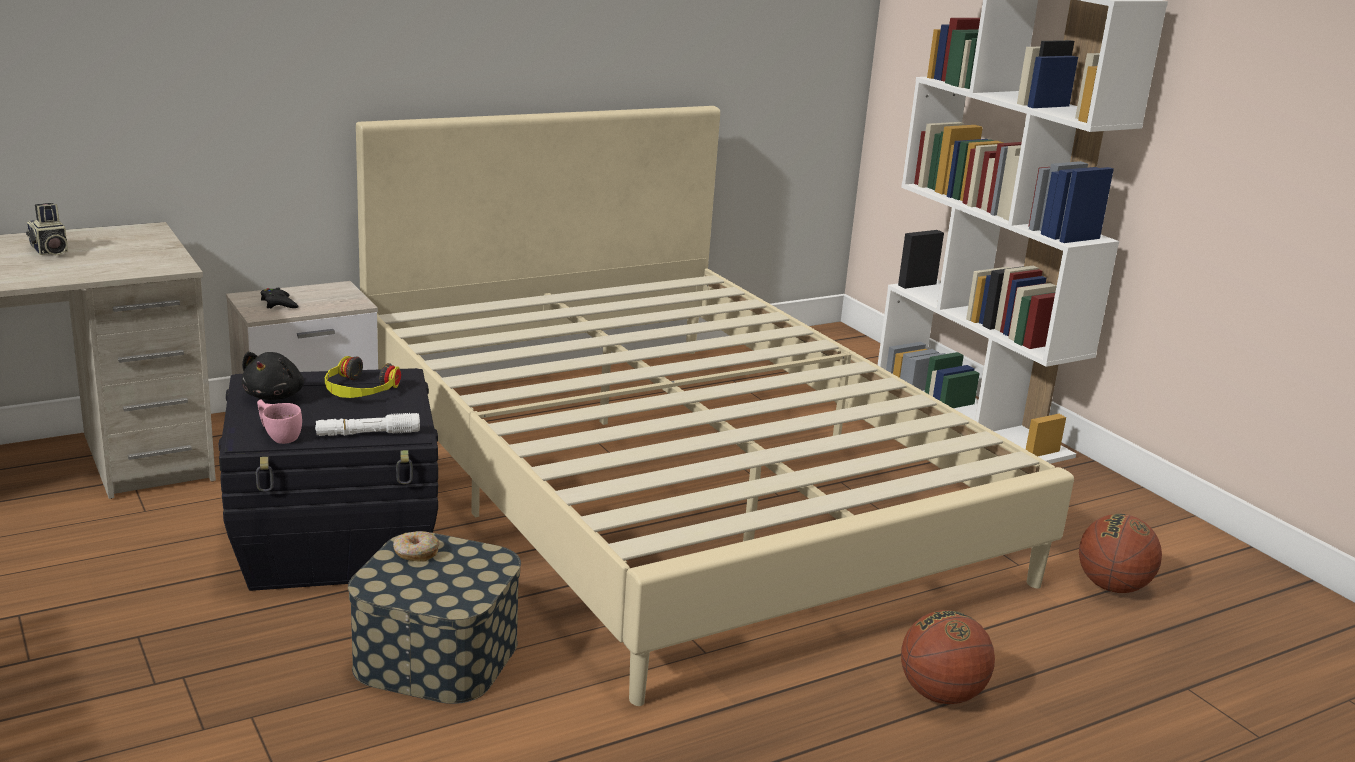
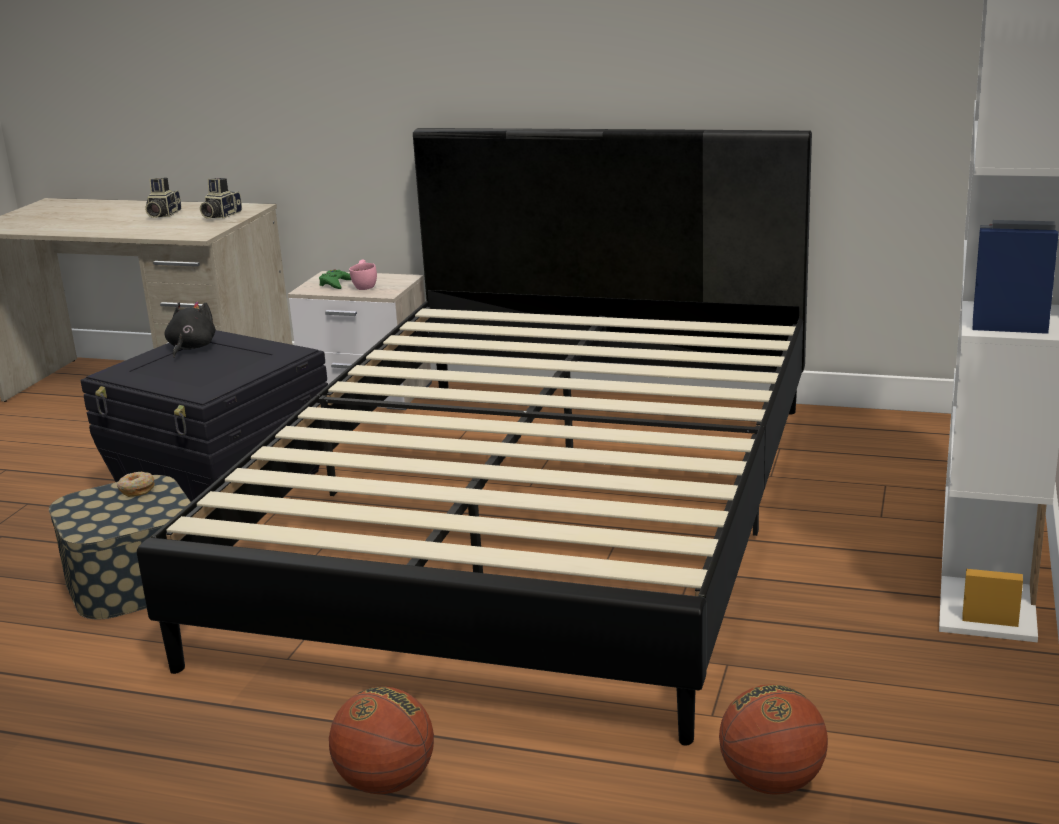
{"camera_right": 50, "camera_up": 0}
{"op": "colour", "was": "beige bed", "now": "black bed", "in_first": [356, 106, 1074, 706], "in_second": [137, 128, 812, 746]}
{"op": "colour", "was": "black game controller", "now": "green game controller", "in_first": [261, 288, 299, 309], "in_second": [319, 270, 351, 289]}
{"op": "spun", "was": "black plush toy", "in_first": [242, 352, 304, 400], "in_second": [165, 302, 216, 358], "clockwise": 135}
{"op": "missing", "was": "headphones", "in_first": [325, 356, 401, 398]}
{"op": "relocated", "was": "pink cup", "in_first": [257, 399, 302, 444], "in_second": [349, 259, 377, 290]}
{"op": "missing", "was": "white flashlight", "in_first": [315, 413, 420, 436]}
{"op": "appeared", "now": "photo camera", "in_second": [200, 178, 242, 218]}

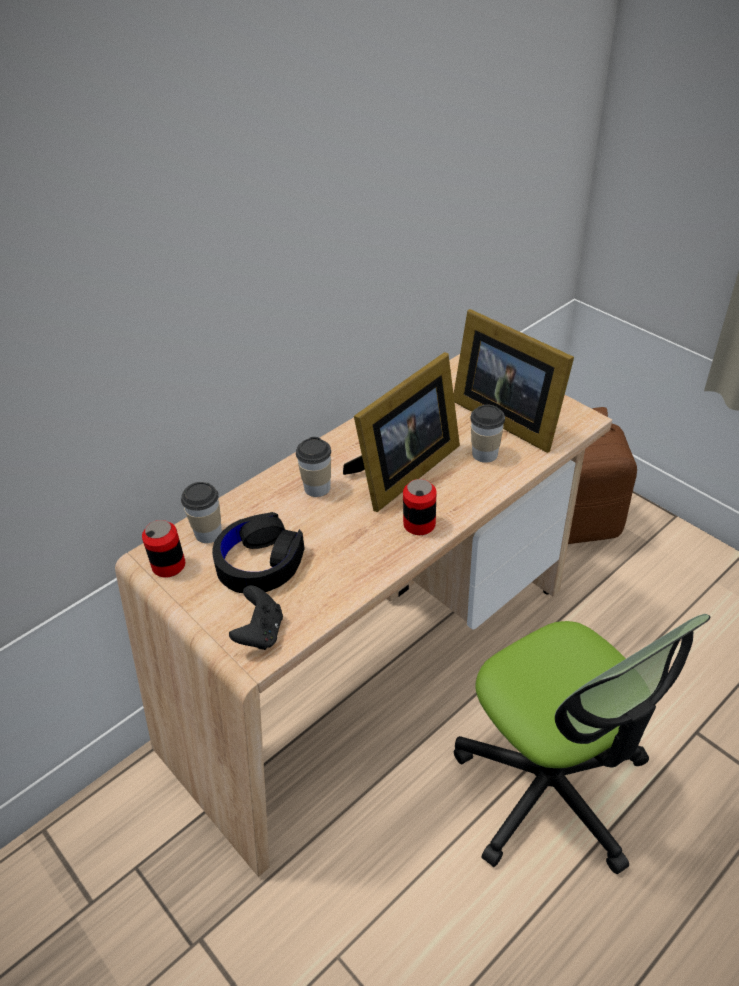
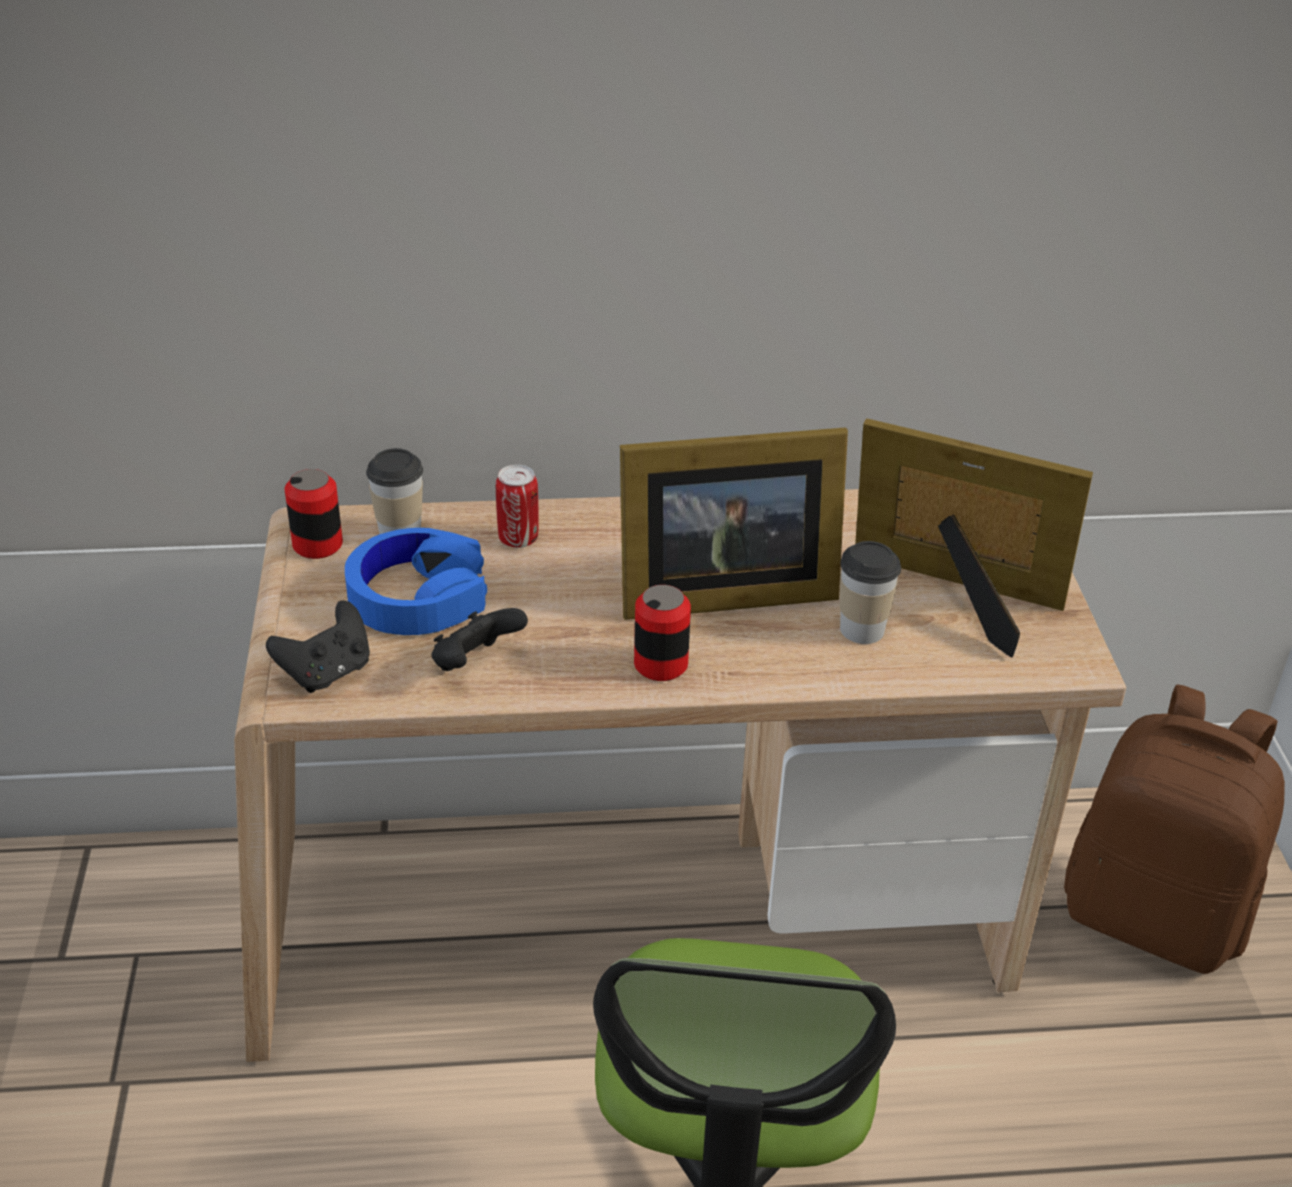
{"camera_right": 35, "camera_up": -5}
{"op": "spun", "was": "picture frame", "in_first": [454, 309, 574, 453], "in_second": [855, 419, 1093, 657], "clockwise": 120}
{"op": "missing", "was": "cup", "in_first": [296, 437, 331, 497]}
{"op": "colour", "was": "black headphones", "now": "blue headphones", "in_first": [212, 512, 305, 593], "in_second": [345, 528, 487, 635]}
{"op": "appeared", "now": "can", "in_second": [496, 465, 539, 548]}
{"op": "appeared", "now": "black game controller", "in_second": [432, 608, 528, 671]}

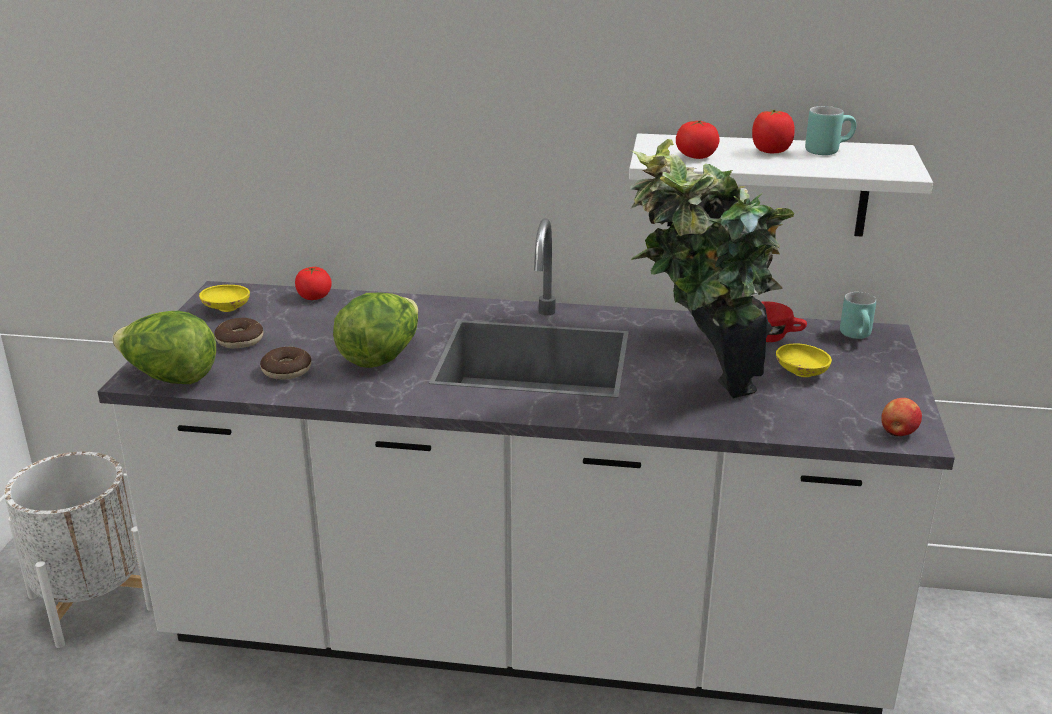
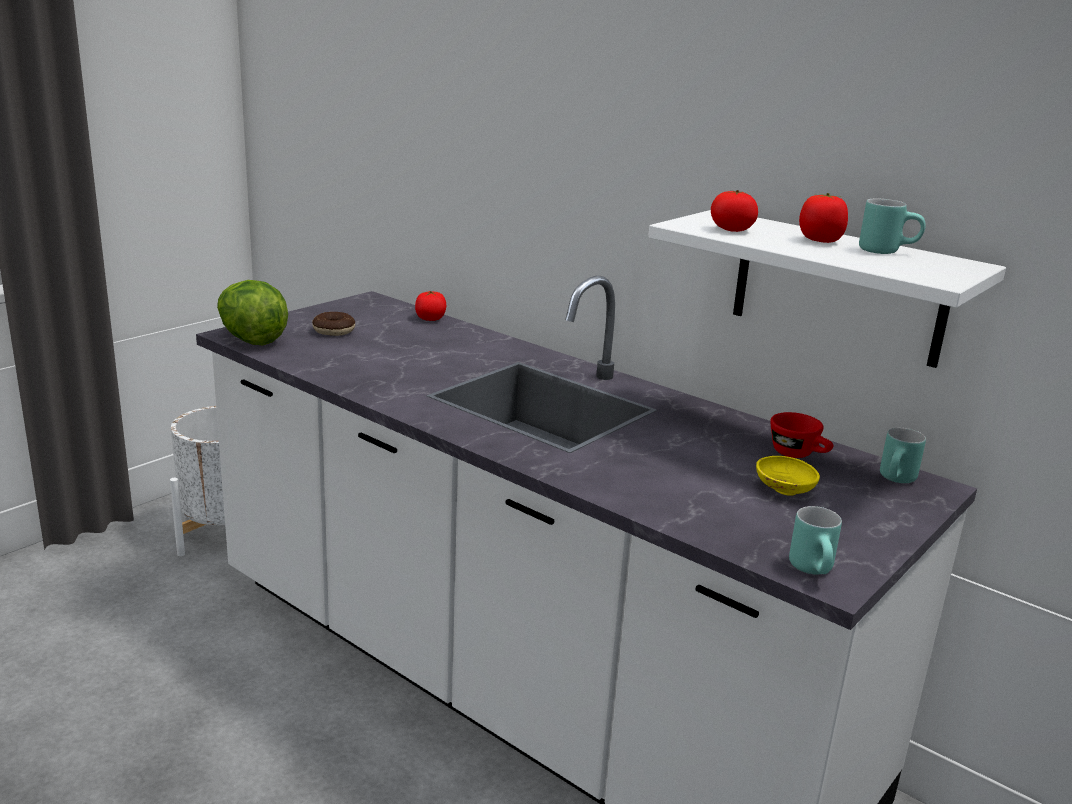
{"camera_right": 30, "camera_up": -5}
{"op": "missing", "was": "potted plant", "in_first": [629, 139, 794, 398]}
{"op": "missing", "was": "yellow bowl", "in_first": [199, 285, 250, 312]}
{"op": "missing", "was": "lettuce", "in_first": [333, 293, 418, 368]}
{"op": "missing", "was": "donut", "in_first": [260, 347, 311, 380]}
{"op": "exchanged", "was": "apple", "now": "turquoise mug", "in_first": [881, 398, 922, 436], "in_second": [789, 506, 842, 575]}

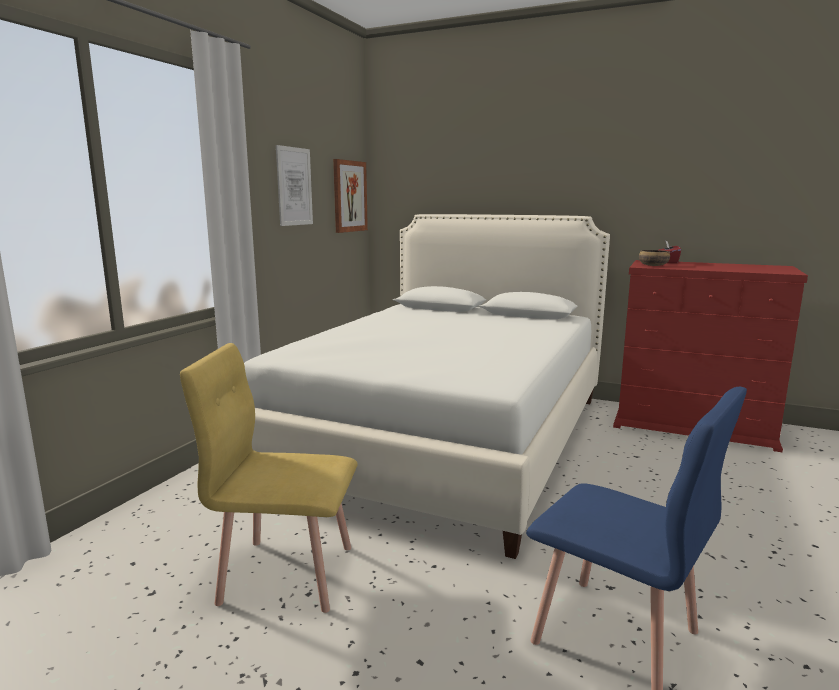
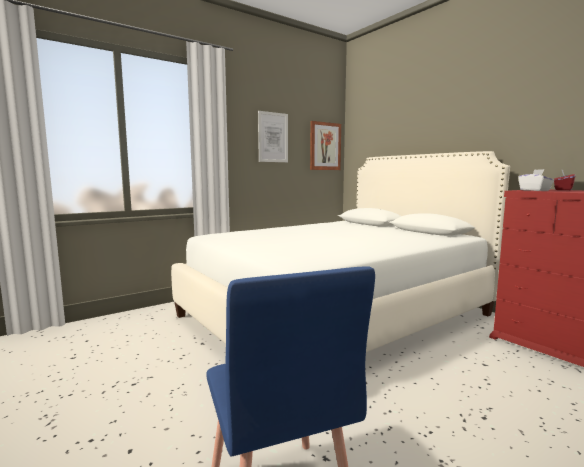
{"camera_right": 30, "camera_up": -5}
{"op": "exchanged", "was": "bowl", "now": "white tissue box", "in_first": [639, 250, 670, 266], "in_second": [518, 169, 554, 191]}
{"op": "missing", "was": "yellow chair", "in_first": [180, 343, 357, 613]}

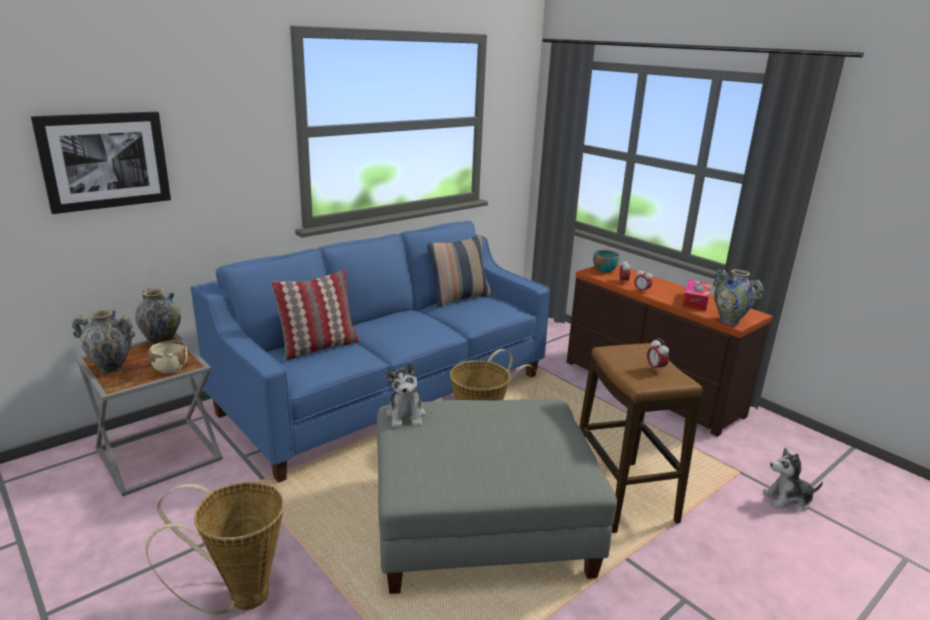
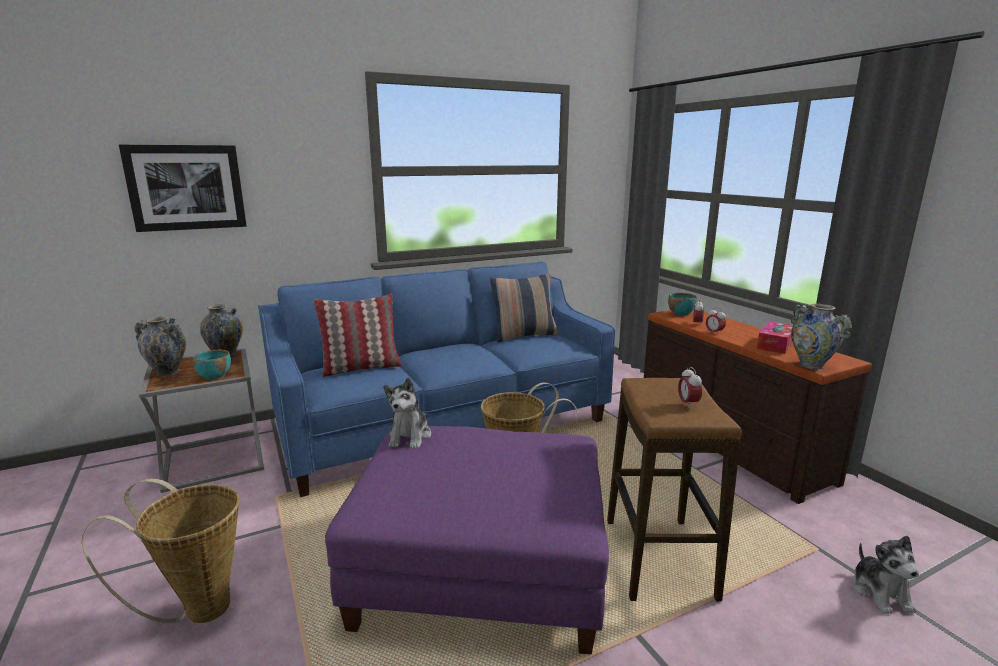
{"camera_right": 15, "camera_up": -5}
{"op": "colour", "was": "beige bowl", "now": "turquoise bowl", "in_first": [148, 340, 187, 373], "in_second": [193, 350, 231, 379]}
{"op": "colour", "was": "grey ottoman", "now": "purple ottoman", "in_first": [377, 398, 617, 594], "in_second": [325, 426, 609, 654]}
{"op": "spun", "was": "plush toy", "in_first": [763, 448, 823, 512], "in_second": [853, 536, 919, 614], "clockwise": -105}

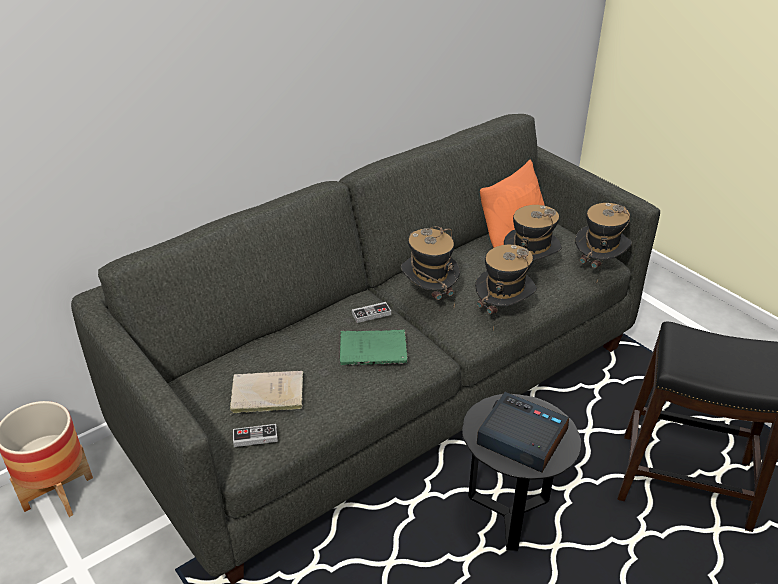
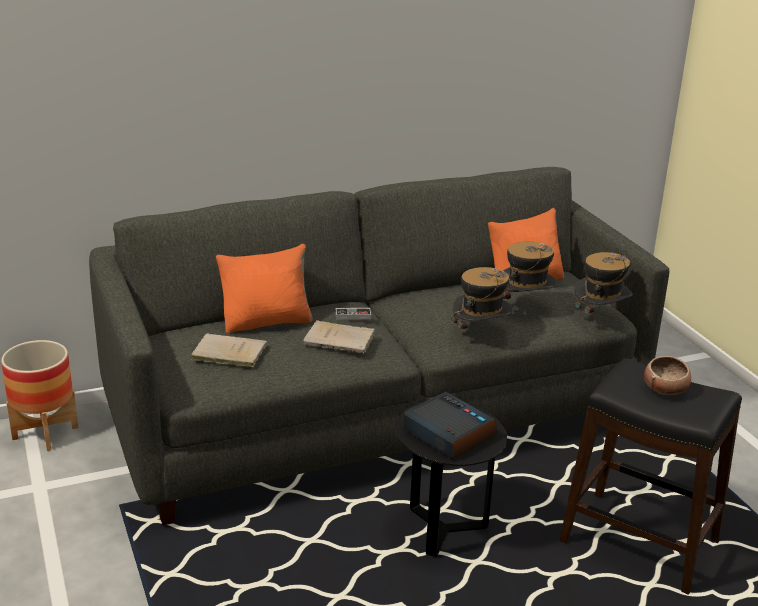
{"camera_right": 15, "camera_up": -10}
{"op": "missing", "was": "hat", "in_first": [400, 226, 460, 307]}
{"op": "colour", "was": "green book", "now": "beige book", "in_first": [340, 329, 408, 365], "in_second": [303, 320, 375, 353]}
{"op": "missing", "was": "game controller", "in_first": [233, 424, 278, 447]}
{"op": "appeared", "now": "orange pillow", "in_second": [216, 244, 313, 333]}
{"op": "appeared", "now": "bowl", "in_second": [644, 356, 691, 395]}

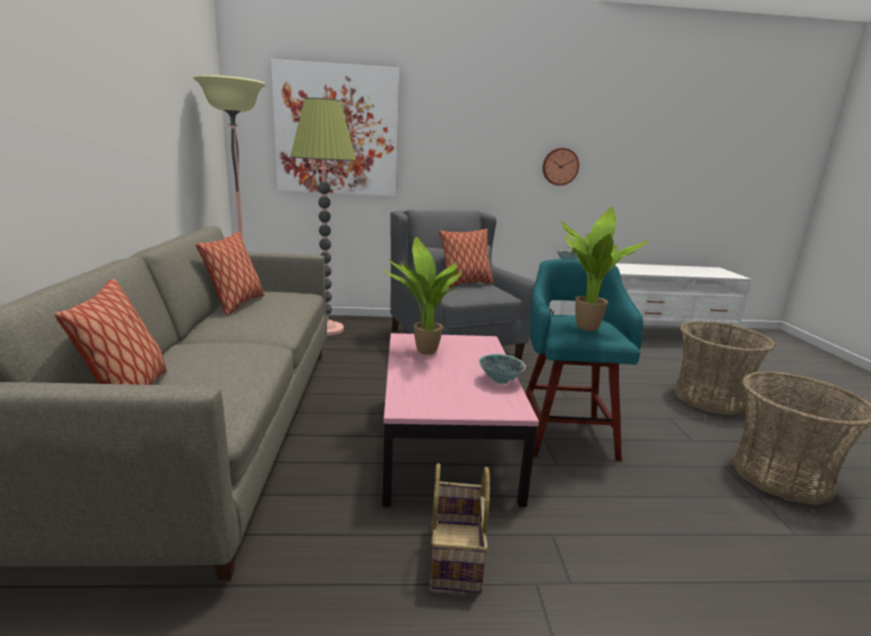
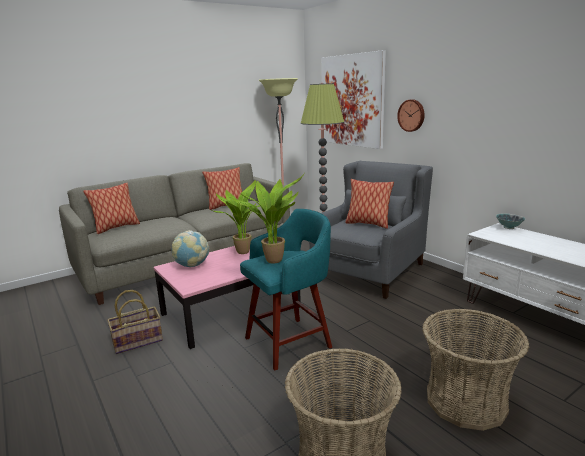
{"camera_right": 60, "camera_up": 0}
{"op": "relocated", "was": "wall clock", "in_first": [543, 148, 579, 186], "in_second": [397, 99, 425, 132]}
{"op": "missing", "was": "bowl", "in_first": [479, 354, 526, 384]}
{"op": "appeared", "now": "globe", "in_second": [172, 230, 209, 267]}

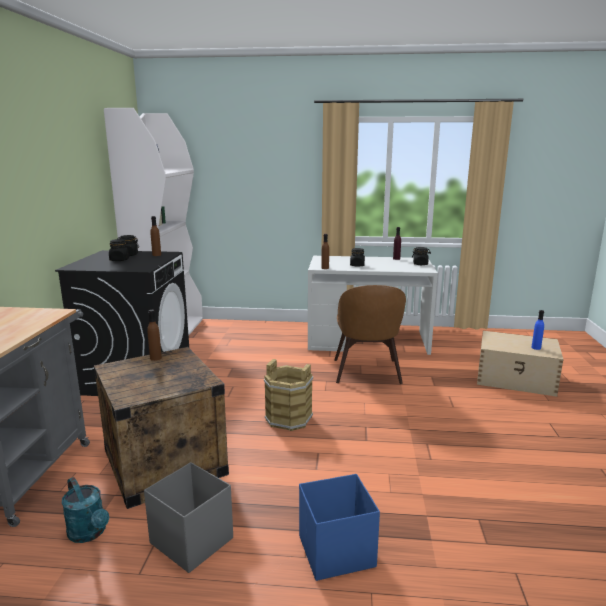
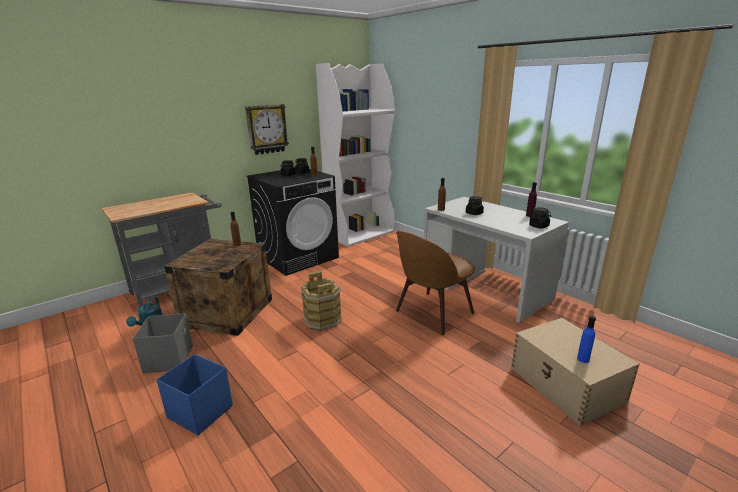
{"camera_right": 45, "camera_up": 5}
{"op": "appeared", "now": "wall clock", "in_second": [245, 104, 289, 155]}

